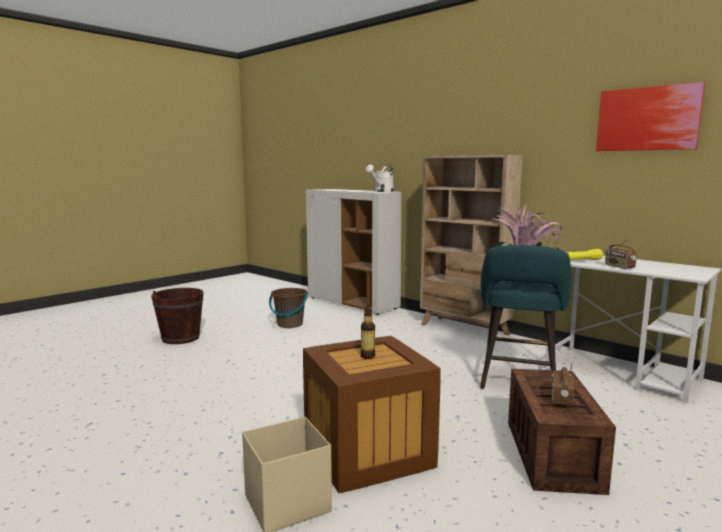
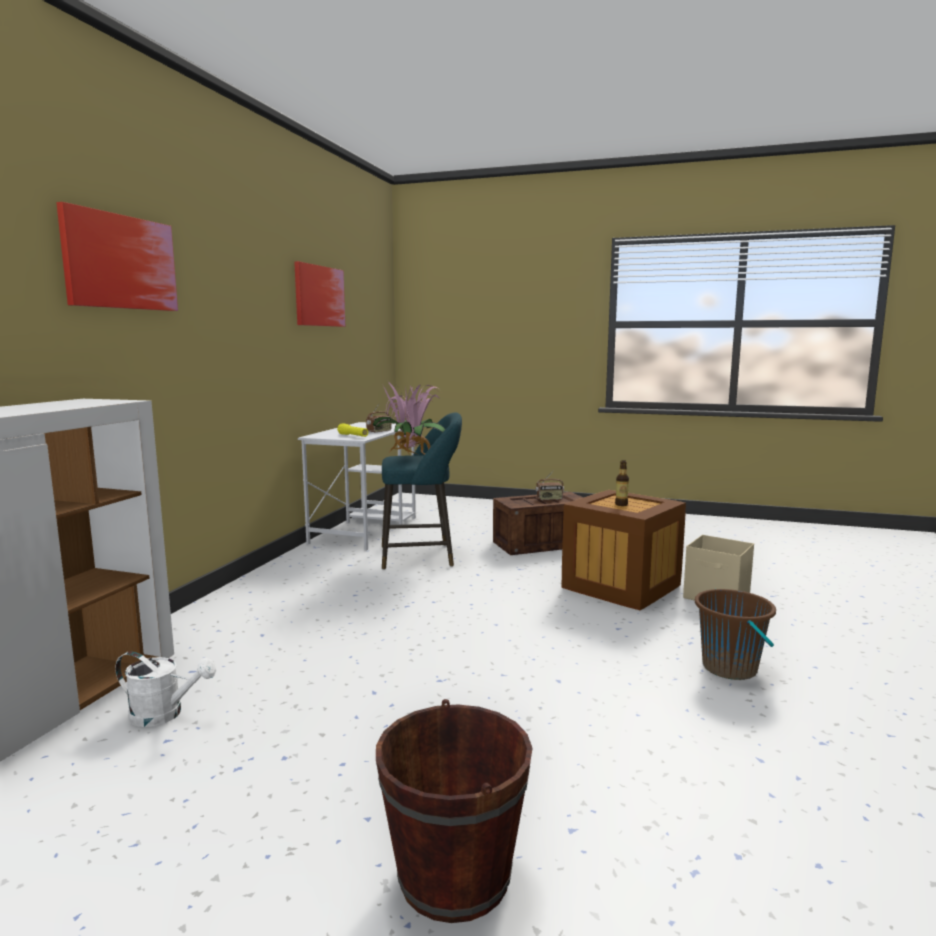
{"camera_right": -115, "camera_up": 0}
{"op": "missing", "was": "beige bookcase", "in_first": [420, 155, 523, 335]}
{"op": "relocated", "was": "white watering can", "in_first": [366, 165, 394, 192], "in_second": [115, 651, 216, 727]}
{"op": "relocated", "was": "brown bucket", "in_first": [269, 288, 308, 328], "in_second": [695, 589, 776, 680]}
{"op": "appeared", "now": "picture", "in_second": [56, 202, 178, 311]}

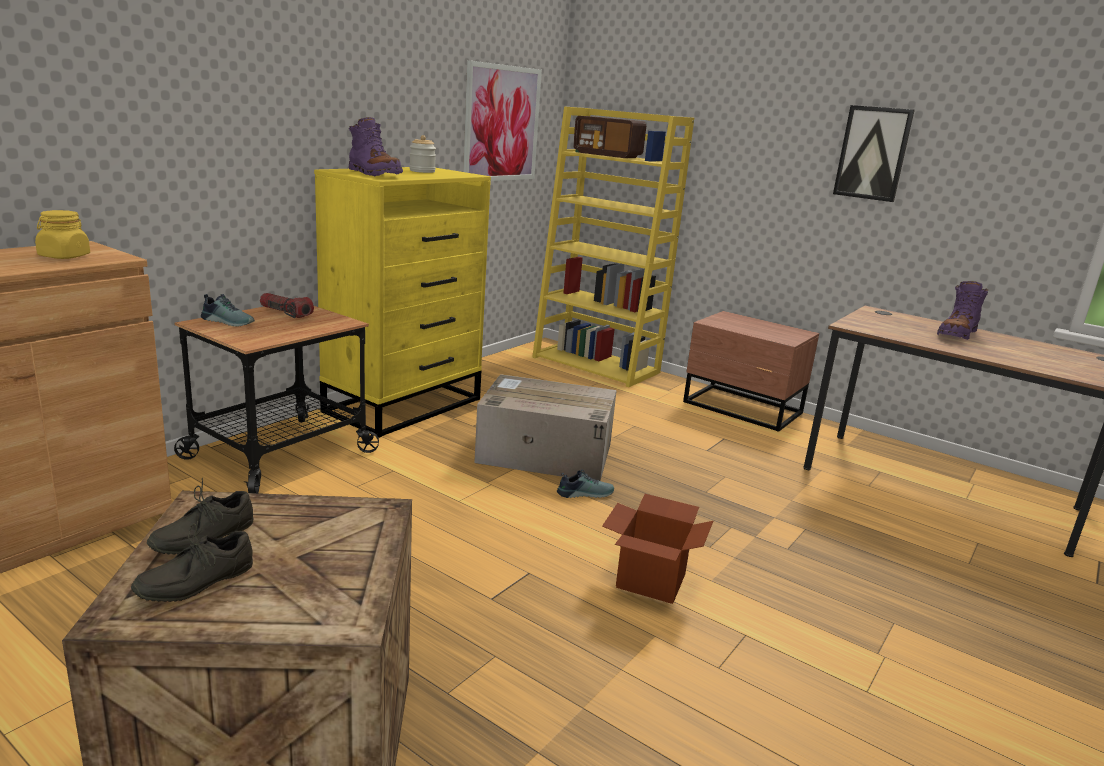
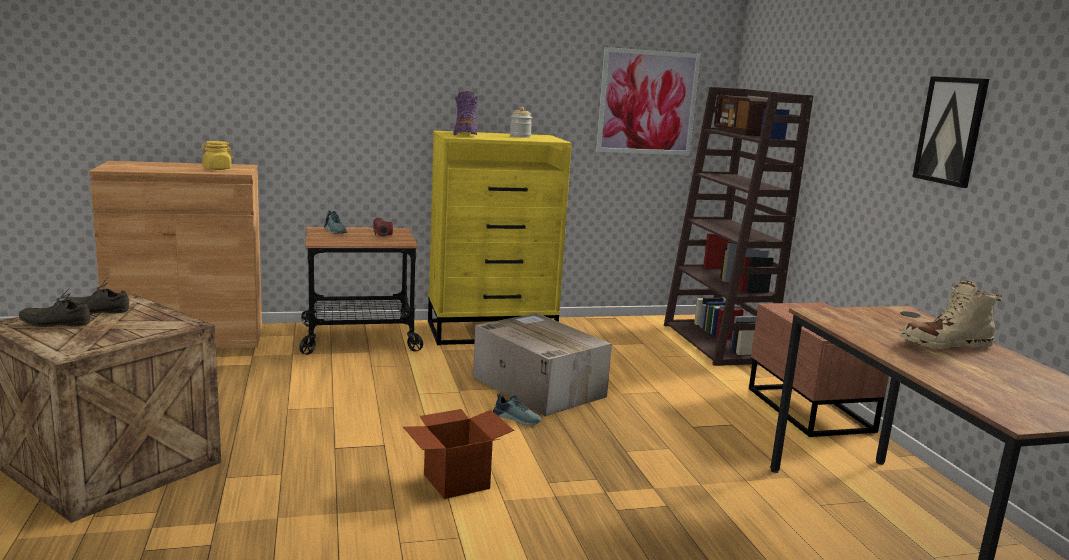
{"camera_right": 40, "camera_up": -5}
{"op": "colour", "was": "yellow bookcase", "now": "brown bookcase", "in_first": [532, 106, 694, 387], "in_second": [664, 87, 813, 366]}
{"op": "colour", "was": "purple boot", "now": "beige boot", "in_first": [937, 281, 988, 340], "in_second": [900, 280, 1002, 349]}

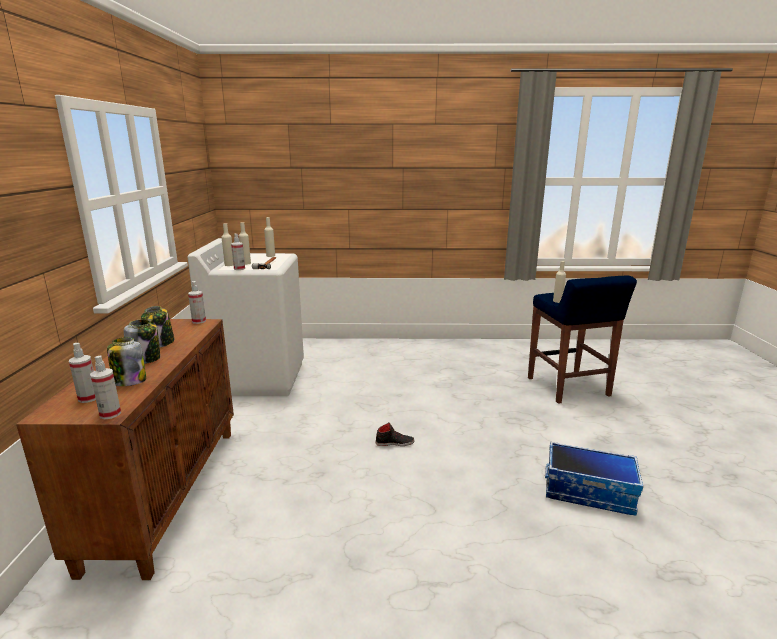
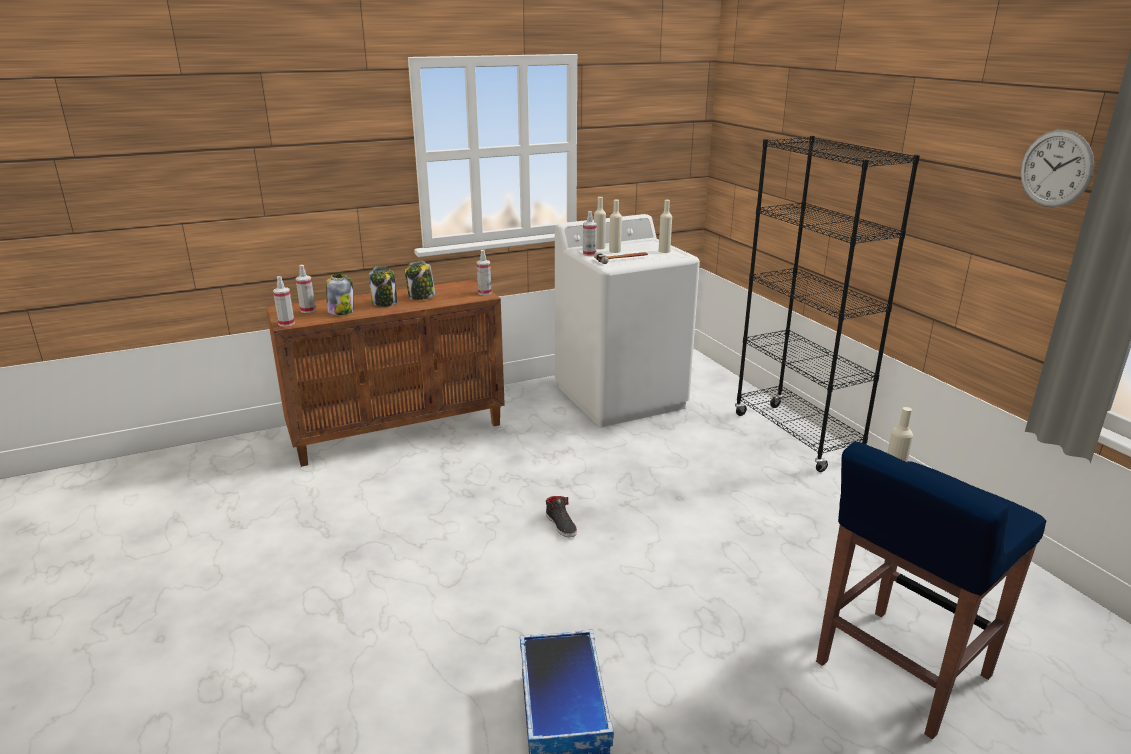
{"camera_right": 65, "camera_up": 5}
{"op": "appeared", "now": "wall clock", "in_second": [1021, 130, 1094, 207]}
{"op": "appeared", "now": "black bookcase", "in_second": [735, 136, 920, 472]}

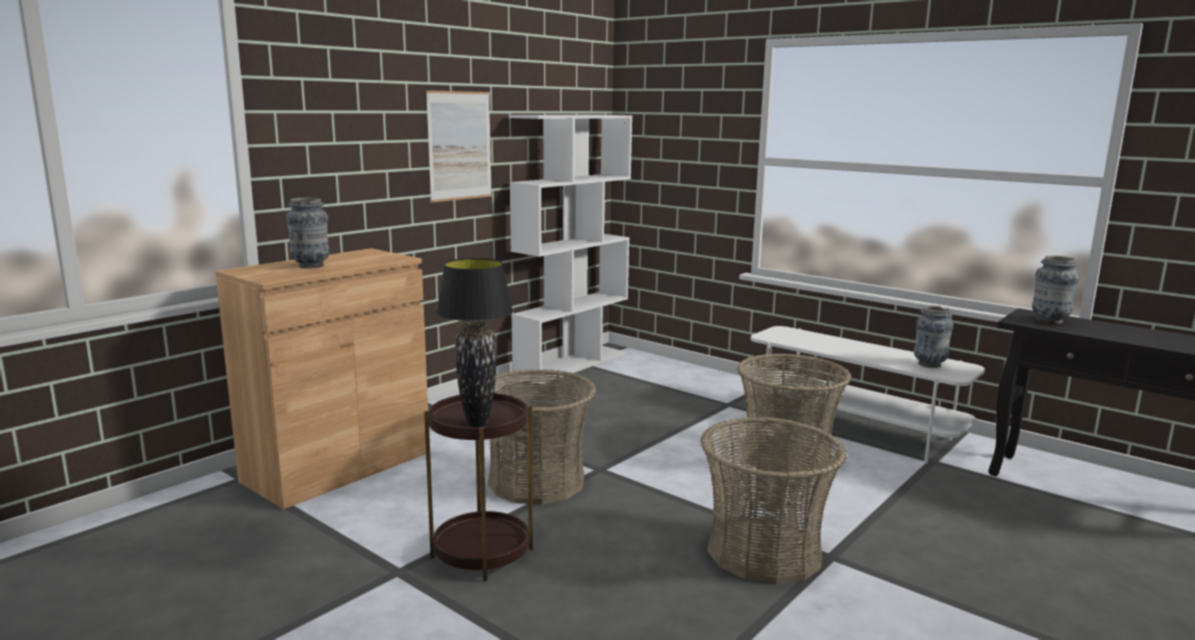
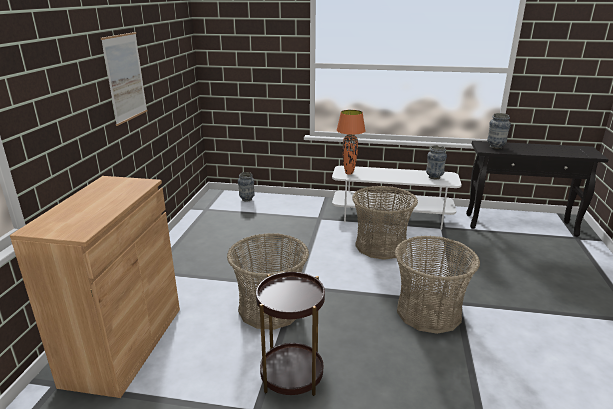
{"camera_right": -30, "camera_up": 10}
{"op": "missing", "was": "white bookcase", "in_first": [509, 115, 632, 383]}
{"op": "relocated", "was": "vase", "in_first": [286, 198, 330, 268], "in_second": [238, 172, 255, 202]}
{"op": "missing", "was": "black table lamp", "in_first": [436, 258, 513, 427]}
{"op": "appeared", "now": "orange table lamp", "in_second": [336, 110, 366, 175]}

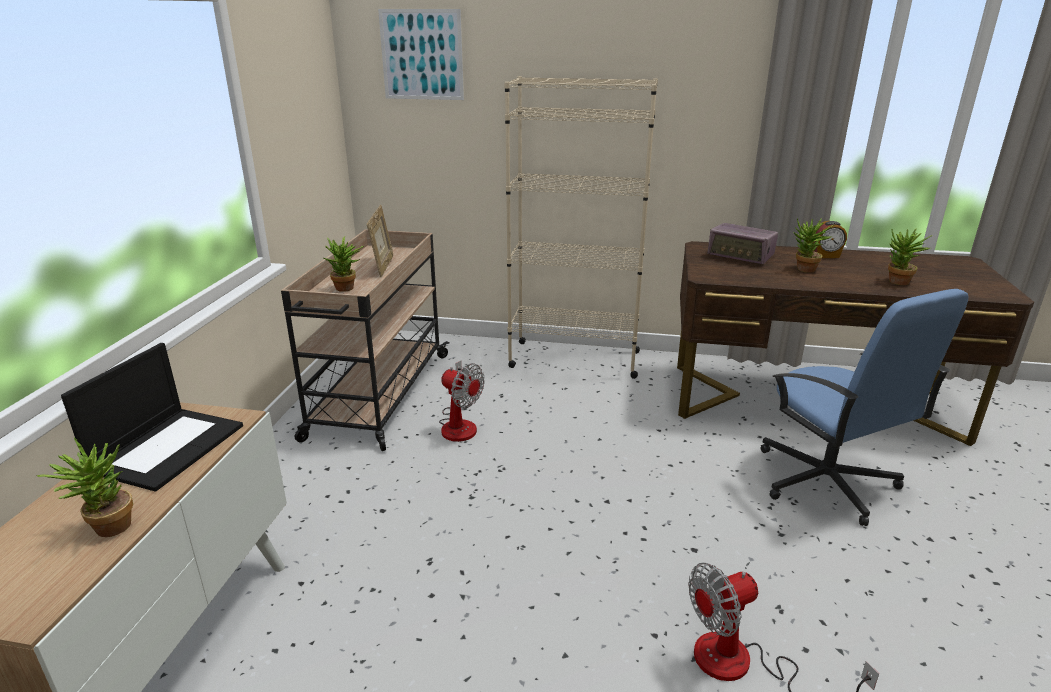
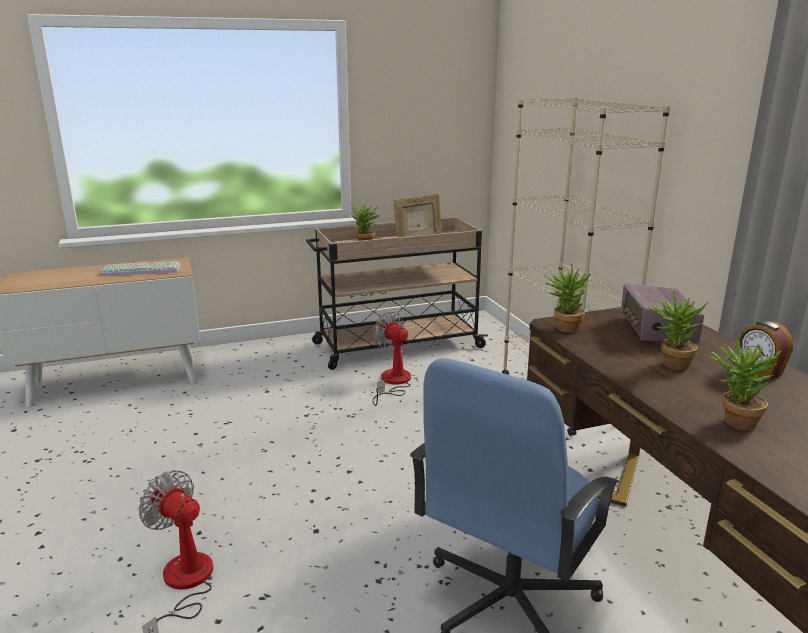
{"camera_right": 60, "camera_up": -5}
{"op": "missing", "was": "picture", "in_first": [378, 9, 464, 100]}
{"op": "exchanged", "was": "laptop", "now": "keyboard", "in_first": [61, 343, 243, 491], "in_second": [100, 261, 181, 276]}
{"op": "spun", "was": "fan", "in_first": [439, 361, 485, 442], "in_second": [373, 311, 411, 406], "clockwise": 135}
{"op": "relocated", "was": "potted plant", "in_first": [36, 438, 133, 537], "in_second": [543, 263, 590, 333]}

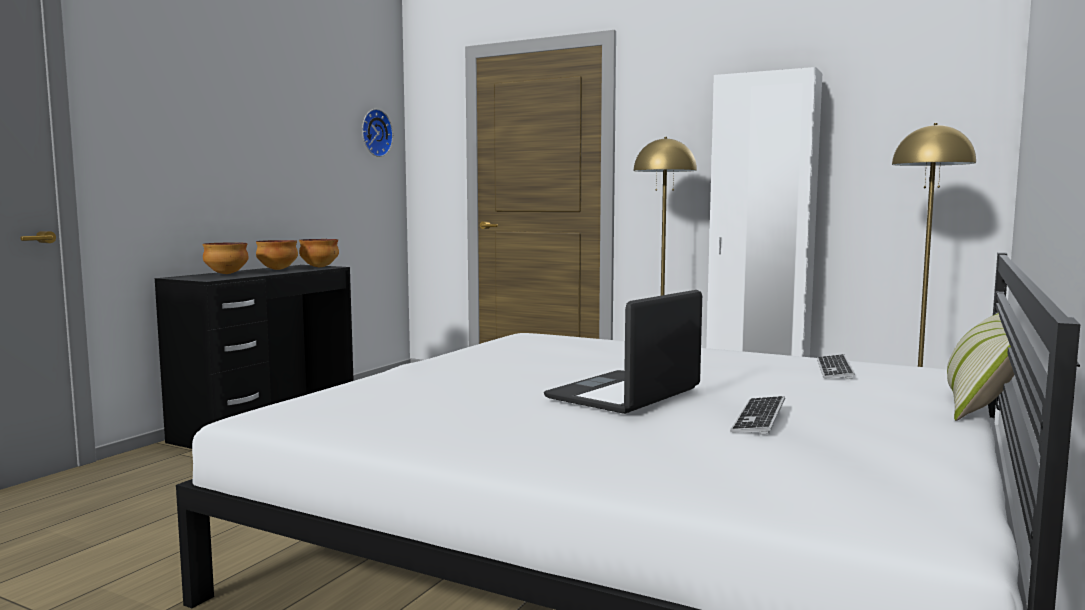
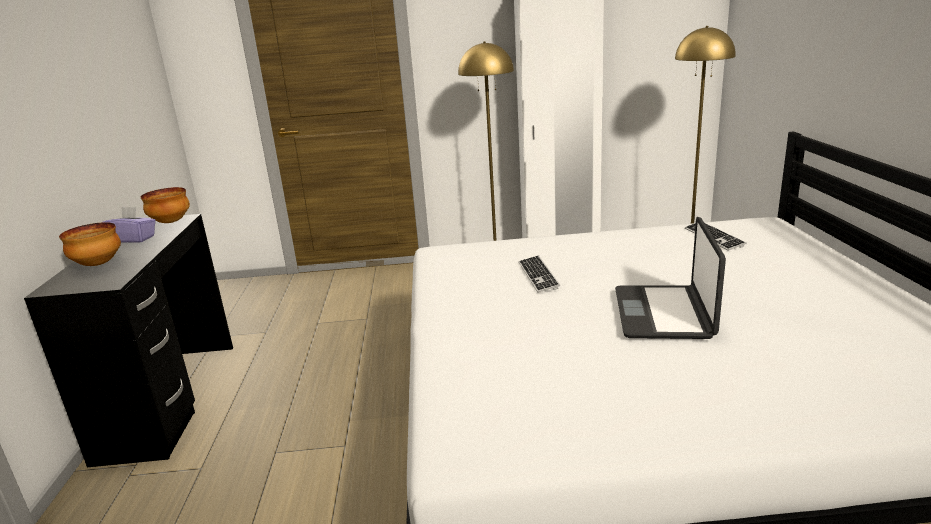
{"camera_right": -30, "camera_up": 15}
{"op": "missing", "was": "wall clock", "in_first": [362, 109, 393, 157]}
{"op": "exchanged", "was": "bowl", "now": "purple tissue box", "in_first": [256, 240, 298, 270], "in_second": [103, 207, 156, 243]}
{"op": "missing", "was": "pillow", "in_first": [947, 313, 1014, 421]}
{"op": "relocated", "was": "keyboard", "in_first": [730, 396, 785, 435], "in_second": [518, 255, 560, 293]}

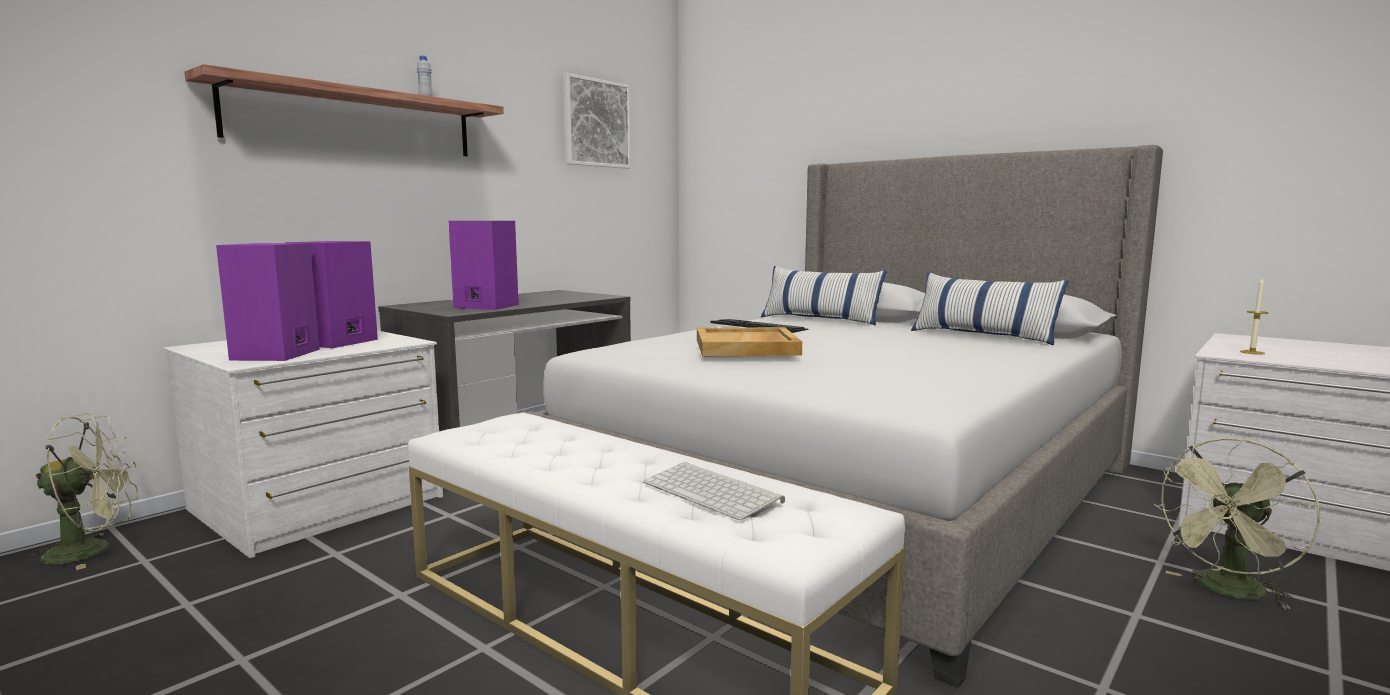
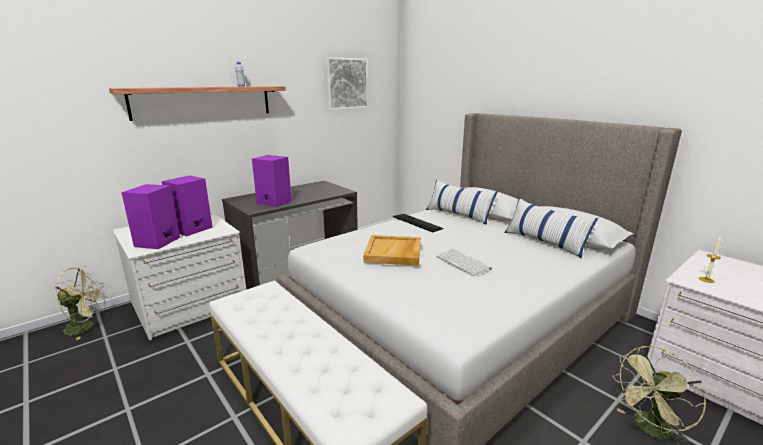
{"camera_right": 10, "camera_up": 10}
{"op": "relocated", "was": "keyboard", "in_first": [643, 462, 785, 521], "in_second": [436, 249, 492, 276]}

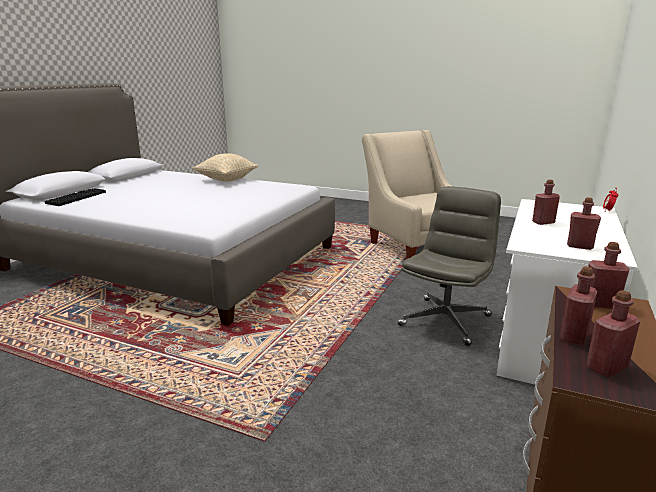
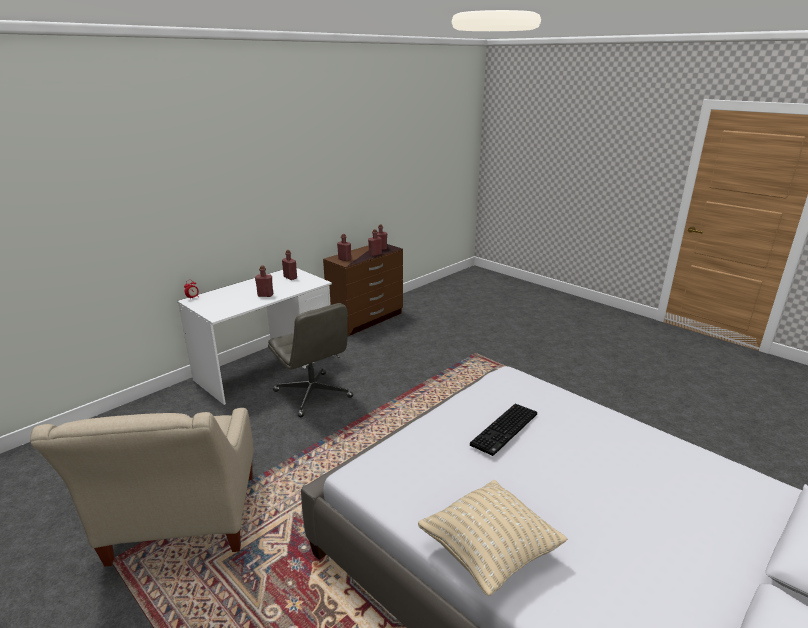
{"camera_right": -160, "camera_up": 5}
{"op": "spun", "was": "grey office chair", "in_first": [398, 186, 501, 346], "in_second": [268, 303, 353, 417], "clockwise": -90}
{"op": "relocated", "was": "keyboard", "in_first": [45, 188, 106, 206], "in_second": [470, 404, 537, 456]}

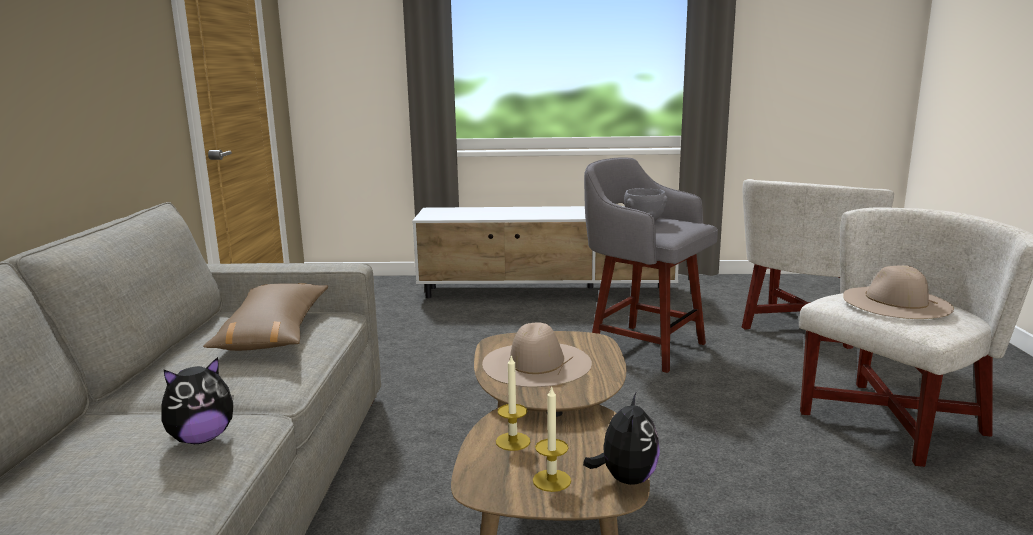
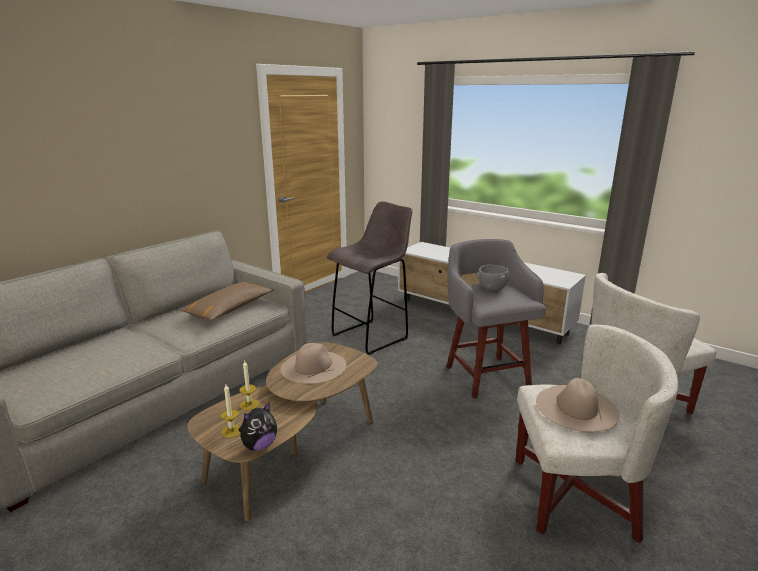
{"camera_right": 35, "camera_up": 5}
{"op": "missing", "was": "plush toy", "in_first": [161, 357, 233, 444]}
{"op": "appeared", "now": "grey stool", "in_second": [327, 201, 412, 355]}

